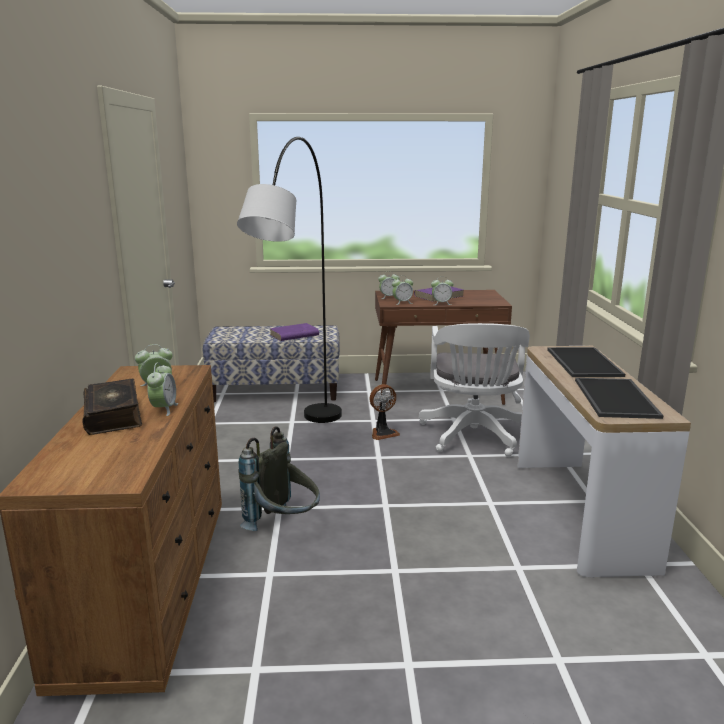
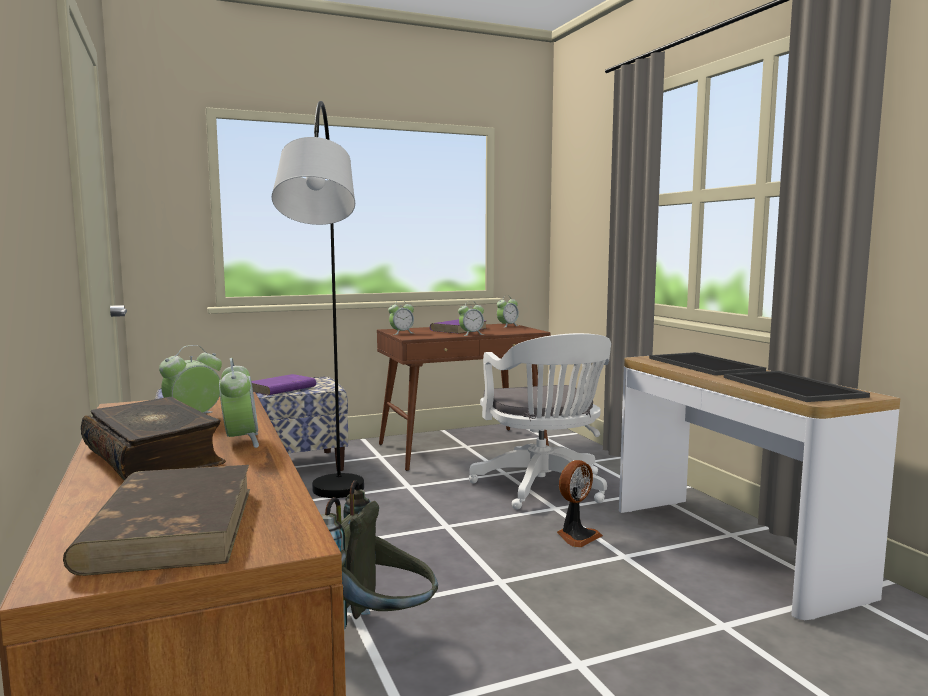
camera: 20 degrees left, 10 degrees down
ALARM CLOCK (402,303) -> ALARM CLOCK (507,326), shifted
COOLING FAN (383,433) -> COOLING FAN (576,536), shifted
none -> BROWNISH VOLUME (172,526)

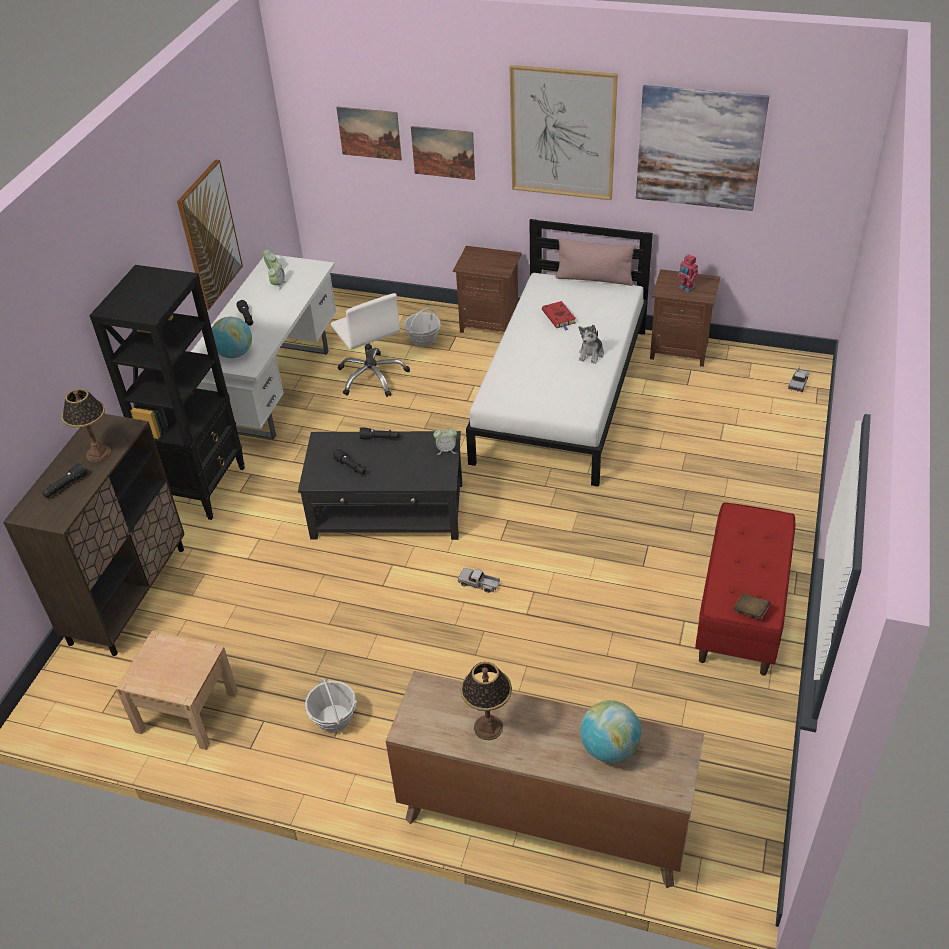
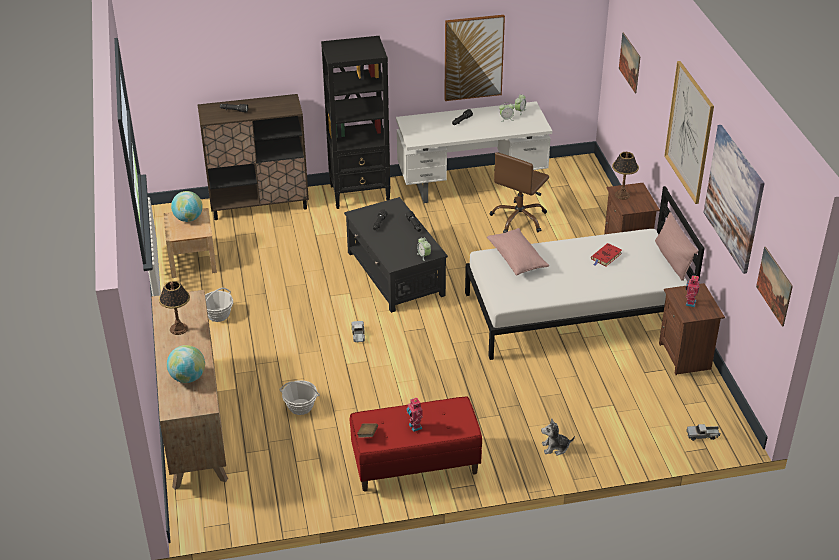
camera: 60 degrees right, 5 degrees down
PICTURE (443,152) -> PICTURE (774,286), shifted
WHITE DESK CHAIR (372,376) -> BROWNISH DESK CHAIR (519,219)
STORAGE BASKET (423,339) -> STORAGE BASKET (300,407), shifted
DESK GLOBE (234,354) -> DESK GLOBE (188,219), shifted
SOFT TOY (591,354) -> SOFT TOY (555,447), shifted
TABLETOP LAMP (98,454) -> TABLETOP LAMP (622,195), shifted
none -> PINKISH CUSHION (517,259)
none -> MODEL ROBOT (414,427)

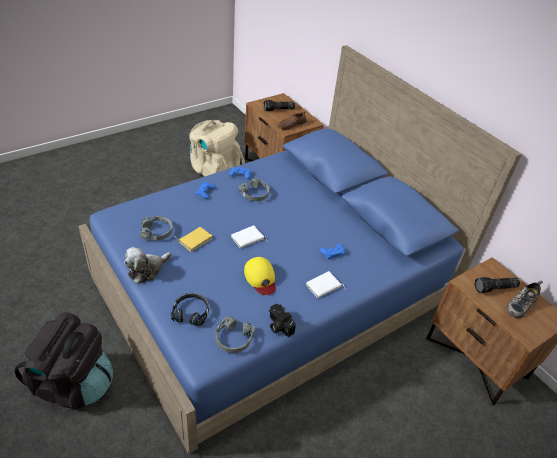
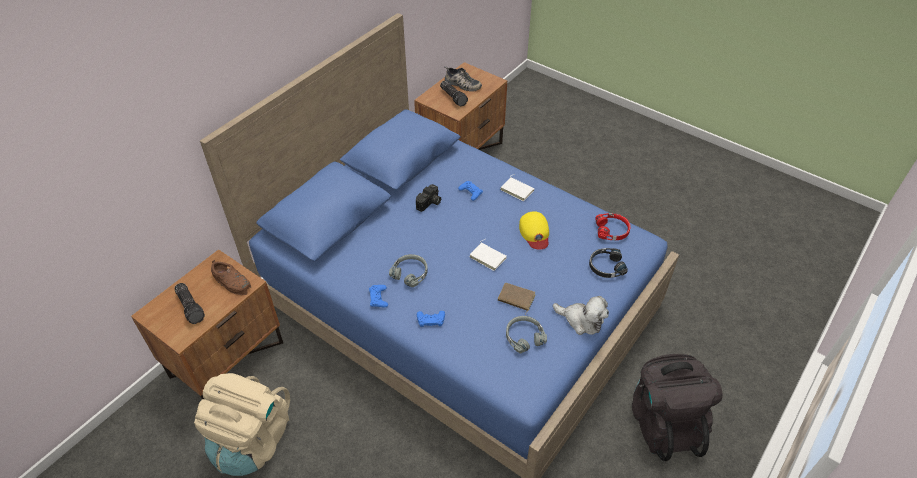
camera: 105 degrees left, 5 degrees up
YELLOW-COLOURED VOLUME (195,239) -> BROWNISH VOLUME (515,299)
YELLOW-COLOURED CAP (260,278) -> YELLOW-COLOURED CAP (534,232), 120 degrees clockwise
PHOTO CAMERA (278,325) -> PHOTO CAMERA (429,203), shifted
GRAY HEADSET (233,339) -> RED-COLOURED HEADSET (612,230)

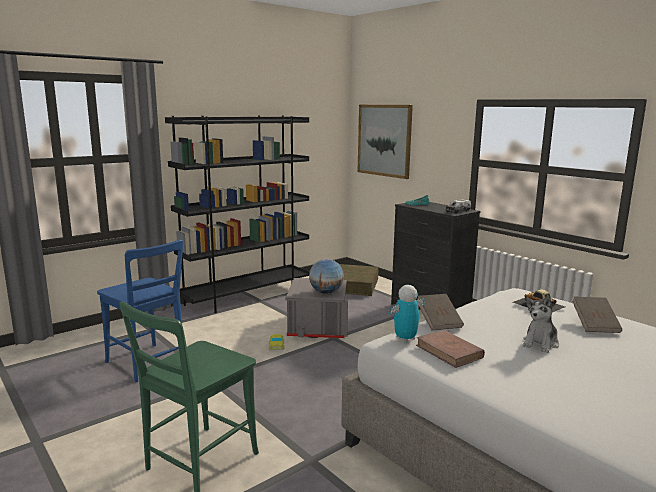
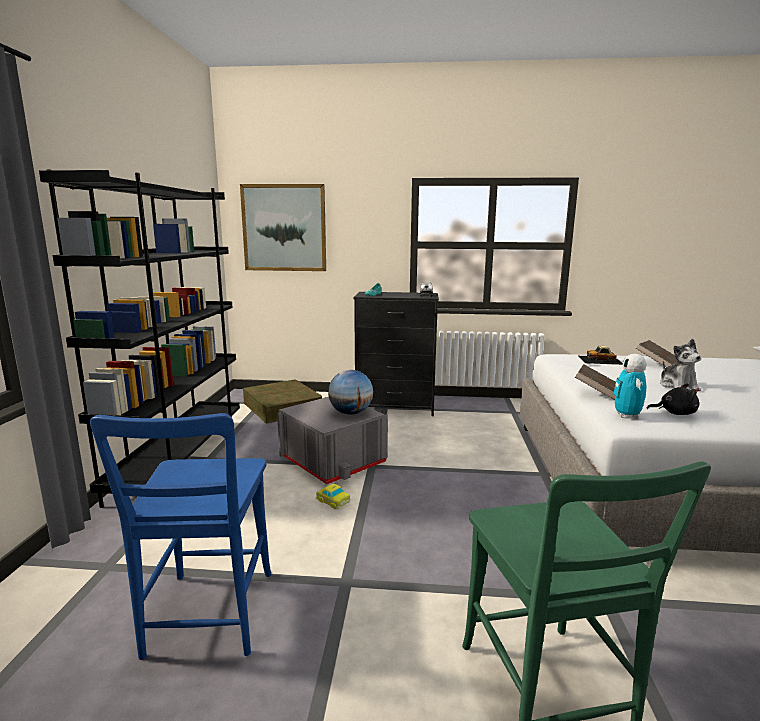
camera: 45 degrees left, 0 degrees up
BLUE-COLOURED CHAIR (147,364) -> BLUE-COLOURED CHAIR (208,618), 90 degrees clockwise
BROWNISH VOLUME (449,351) -> BLACK-COLOURED SOFT TOY (674,413)

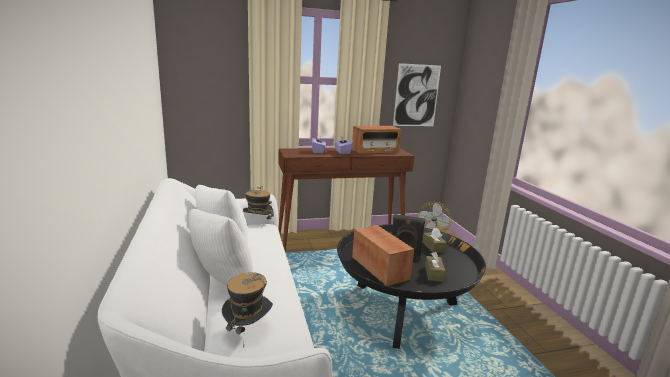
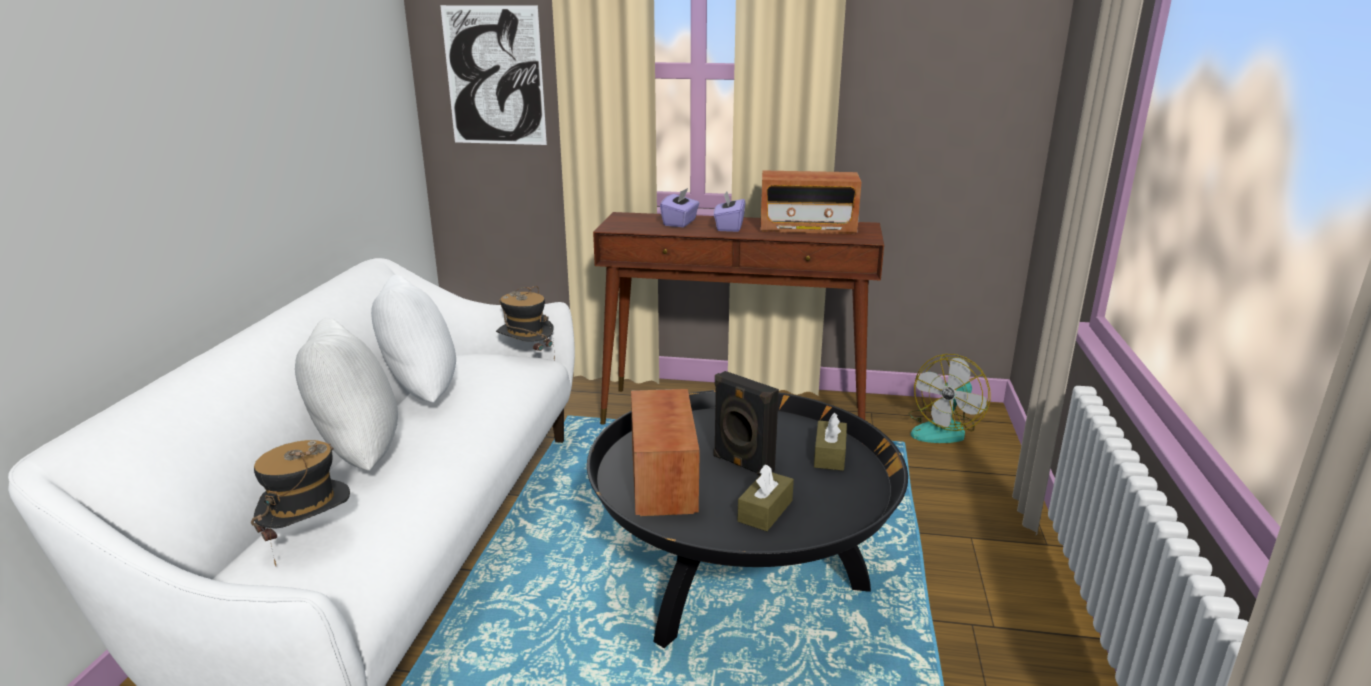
camera: 25 degrees right, 5 degrees up
PICTURE (416,95) -> PICTURE (494,76), shifted

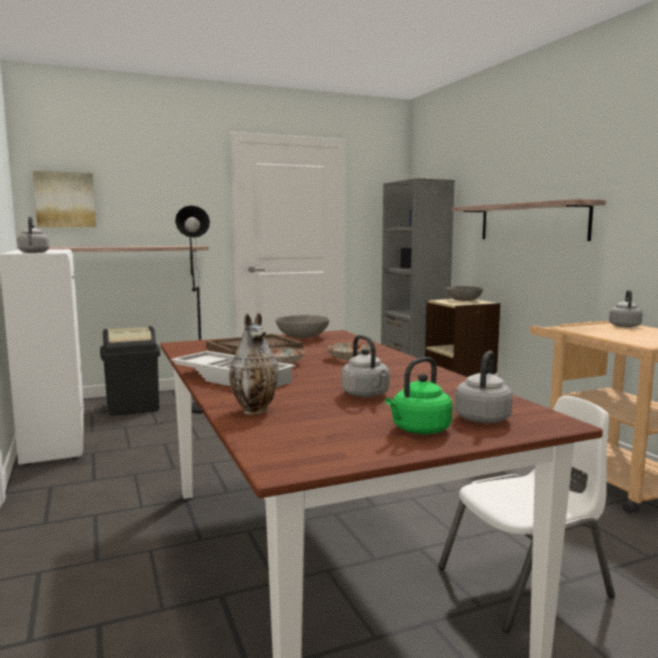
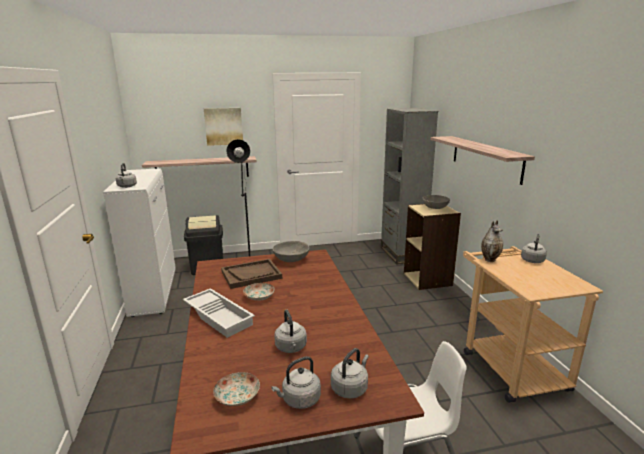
camera: 10 degrees right, 10 degrees up
PICTURE (65,199) -> PICTURE (223,126), shifted
DECORATIVE VASE (256,410) -> DECORATIVE VASE (490,259), shifted
DINNER PLATE (348,358) -> DINNER PLATE (237,396), shifted
GREEN-COLOURED WATER KETTLE (418,430) -> GRAY WATER KETTLE (299,400)

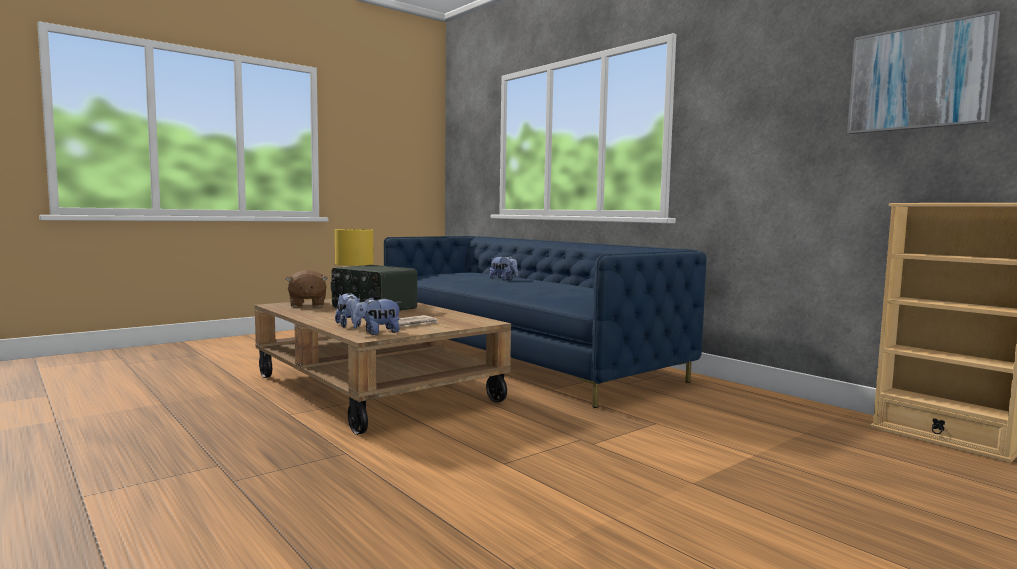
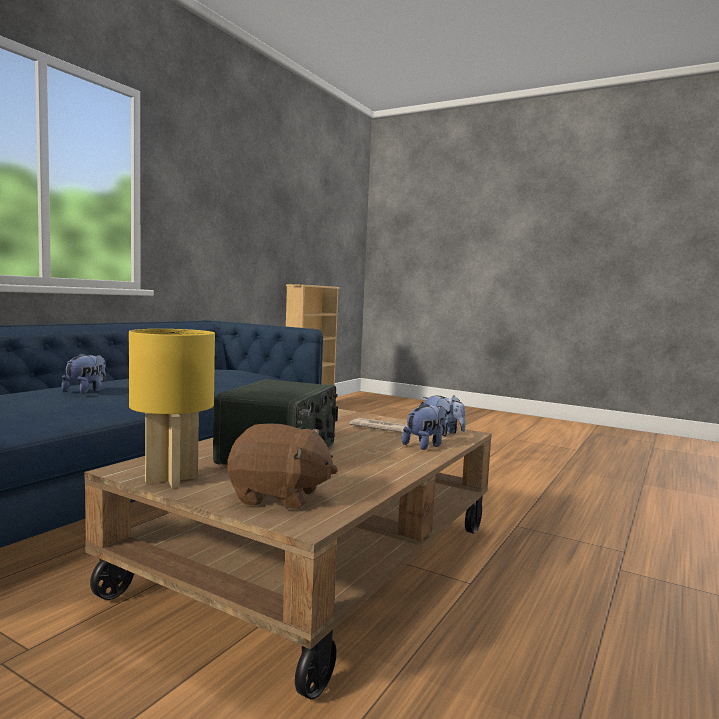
camera: 110 degrees left, 0 degrees up
PICTURE (918,78) -> none
BROWNISH SOFT TOY (307,304) -> BROWNISH SOFT TOY (279,497), 45 degrees clockwise

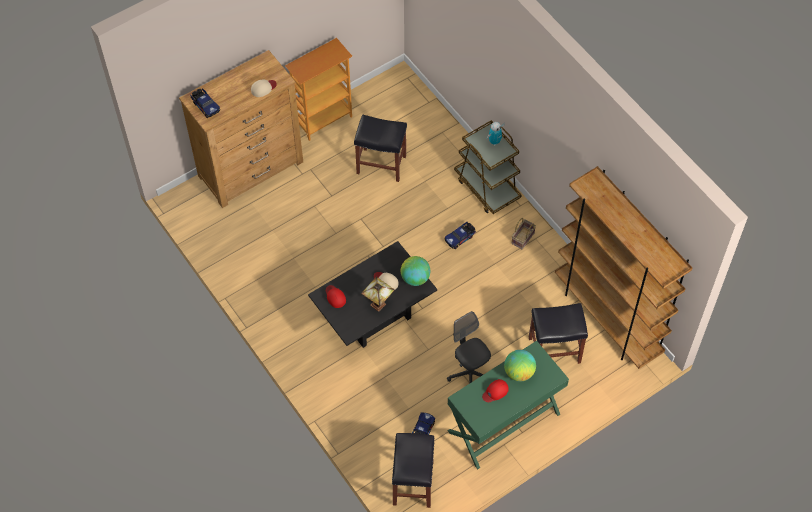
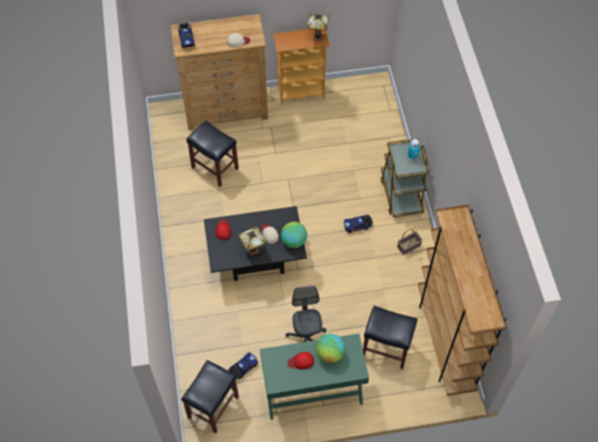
camera: 25 degrees right, 0 degrees up
BLACK-COLOURED STOOL SEAT (380,165) -> BLACK-COLOURED STOOL SEAT (214,168), shifted
none -> TABLETOP LAMP (317,37)

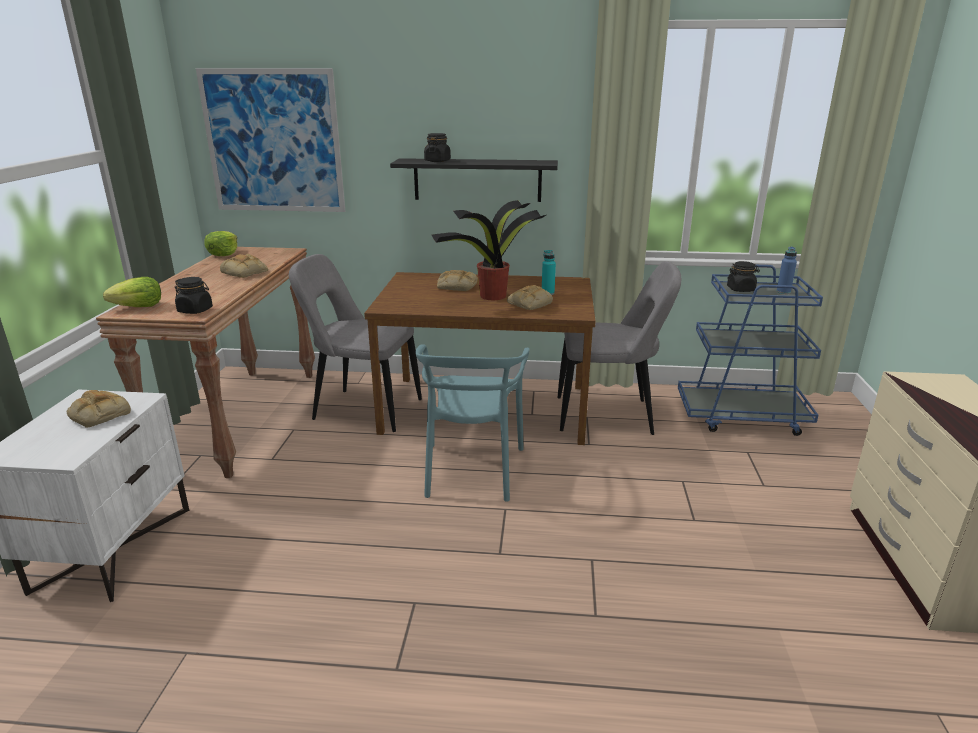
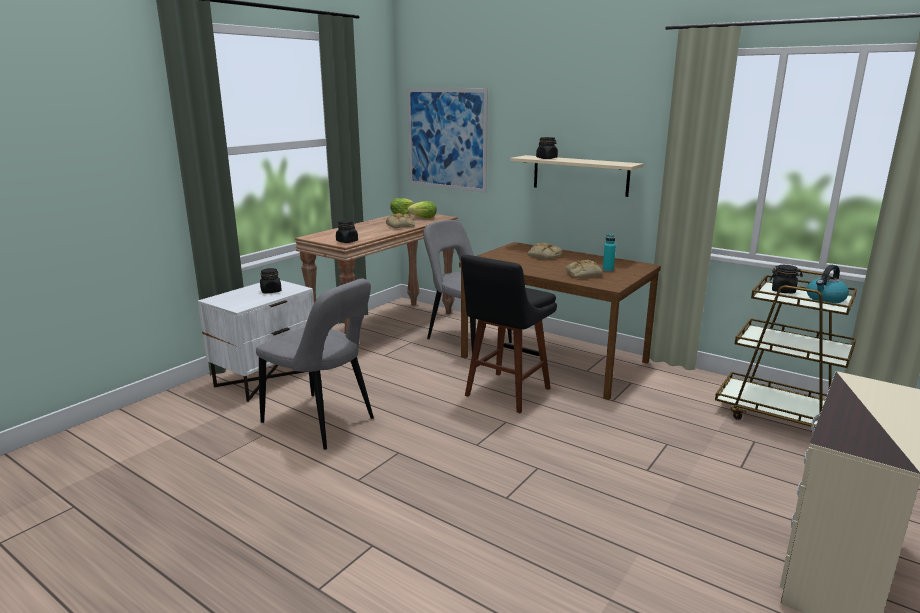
camera: 30 degrees right, 5 degrees down
BLACK-COLOURED SHELF (477,180) -> SAND-COLOURED SHELF (580,175)
HOUSEPLANT (491,296) -> none
BLUE-COLOURED BEVERAGE BOTTLE (783,292) -> WATER KETTLE (825,299)
GRAY CHAIR (609,416) -> GRAY CHAIR (322,422), shifted
BLUE-COLOURED WHEELED CART (742,416) -> BROWNISH WHEELED CART (781,416)
HEAD OF LETTUCE (139,307) -> HEAD OF LETTUCE (423,218), shifted
TURQUOISE CHAIR (471,470) -> BLACK-COLOURED STOOL SEAT (505,394)
BAKERY BREAD (98,414) -> BLACK-COLOURED PRESERVE JAR (271,291)

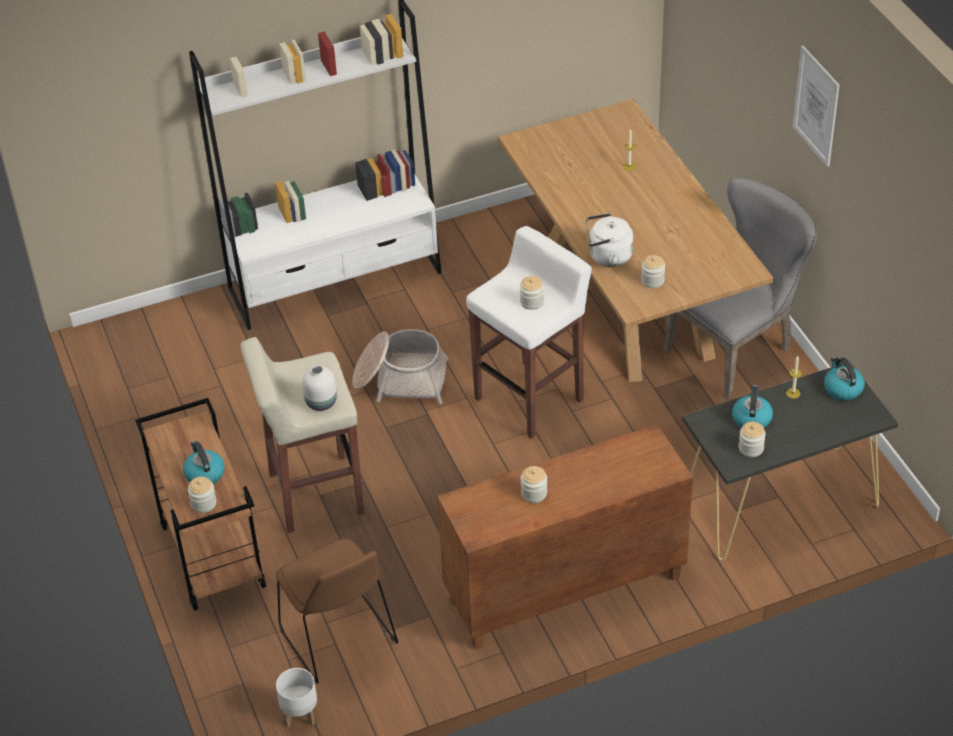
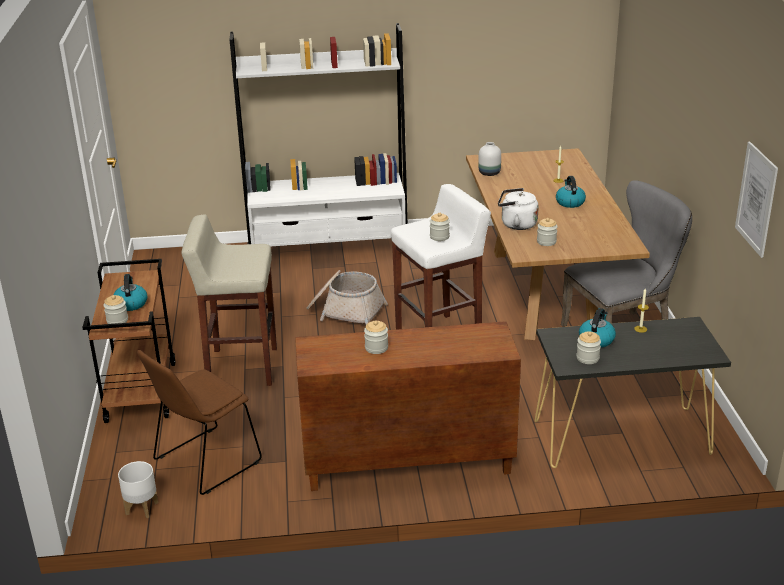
camera: 15 degrees right, 15 degrees down
PICTURE (816,106) -> PICTURE (756,199), shifted
WATER KETTLE (842,389) -> WATER KETTLE (569,202), shifted
WHITE DECORATIVE VASE (321,403) -> WHITE DECORATIVE VASE (489,173), shifted
BROWNISH CHAIR (339,639) -> BROWNISH CHAIR (204,462), 60 degrees clockwise

